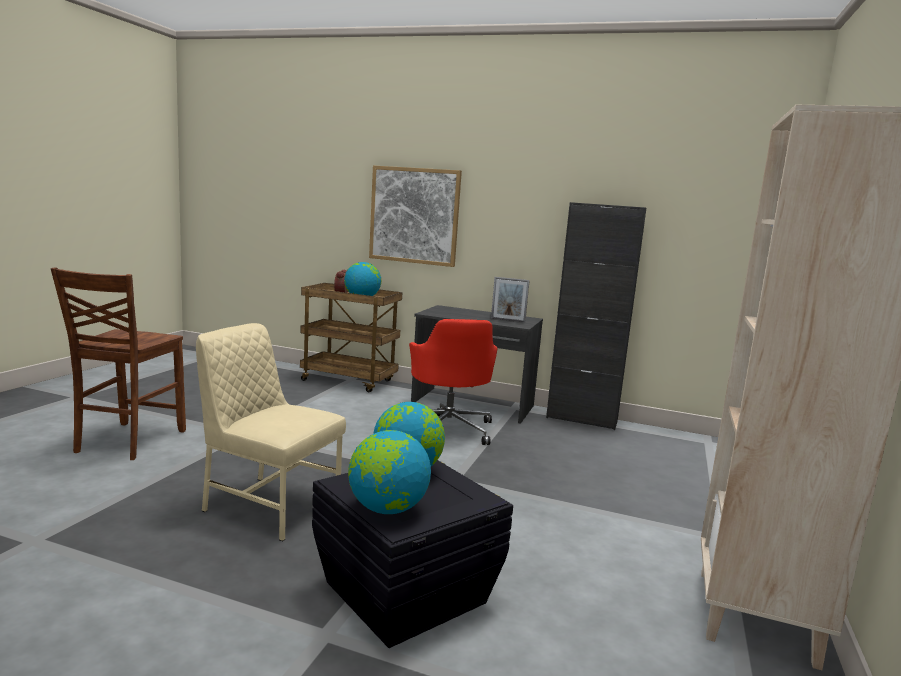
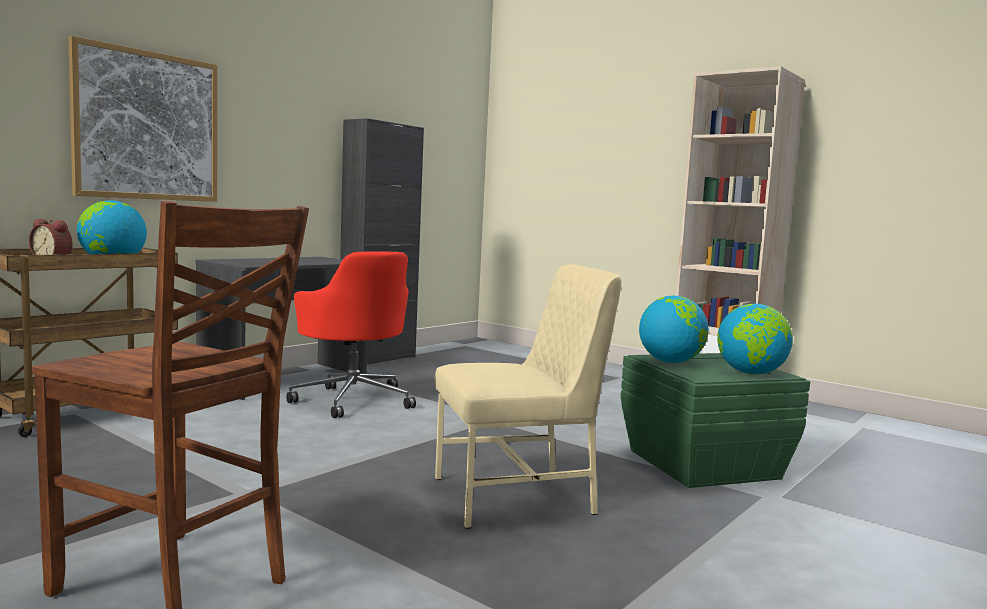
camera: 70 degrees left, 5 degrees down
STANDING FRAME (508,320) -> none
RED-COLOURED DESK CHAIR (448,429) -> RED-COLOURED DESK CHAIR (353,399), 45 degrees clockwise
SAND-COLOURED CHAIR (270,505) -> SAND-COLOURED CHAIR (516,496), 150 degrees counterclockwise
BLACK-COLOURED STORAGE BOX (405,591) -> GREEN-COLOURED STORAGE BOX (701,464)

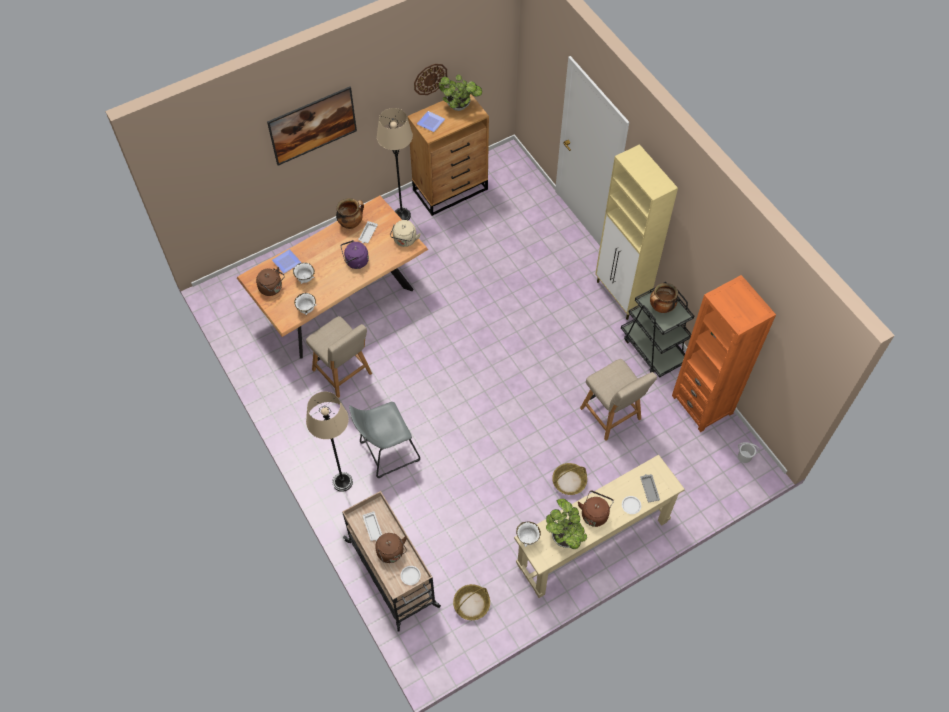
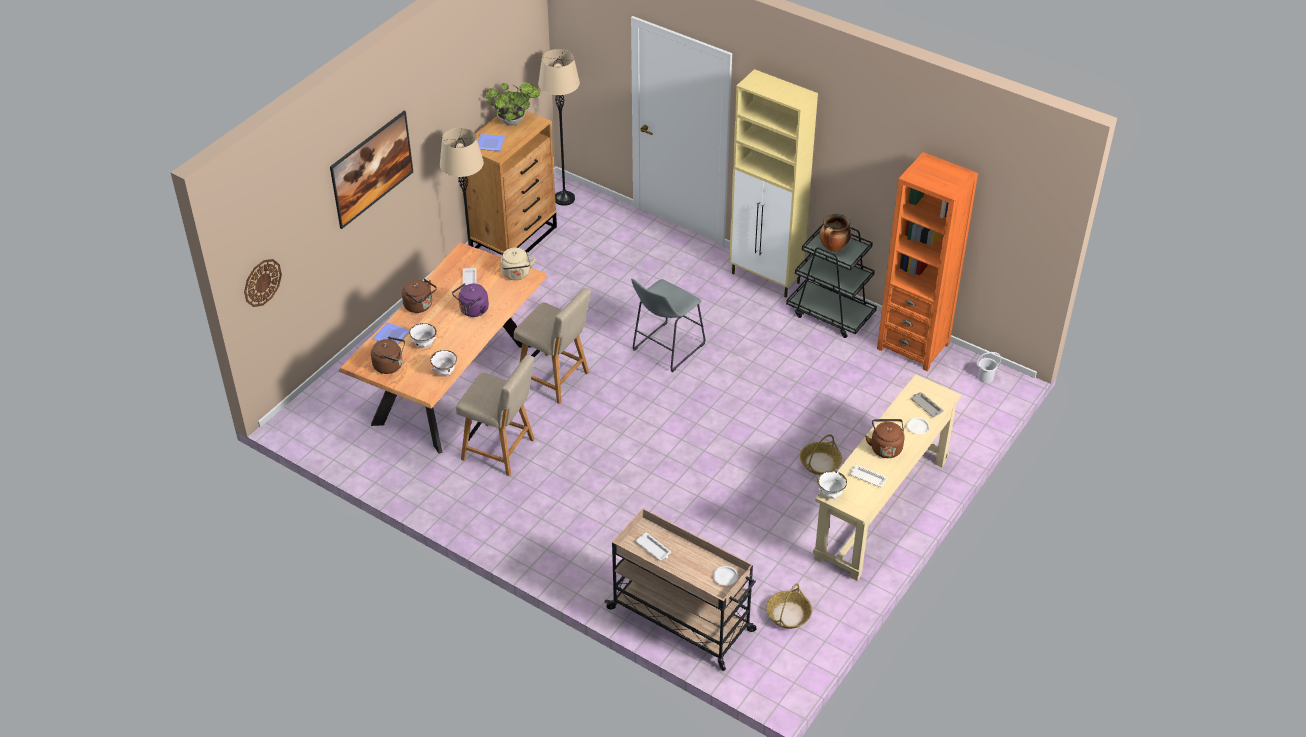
camera: 25 degrees left, 15 degrees down
HANGING CLOCK (430,79) -> HANGING CLOCK (262,282), shifted
SAUCEPOT (351,223) -> none
SAND-COLOURED CHAIR (612,416) -> SAND-COLOURED CHAIR (556,379), shifted
SAND-COLOURED STANDARD LAMP (342,482) -> SAND-COLOURED STANDARD LAMP (564,198), shifted
GRAY STOOL SEAT (386,452) -> GRAY STOOL SEAT (665,349), shifted
HOUSEPLANT (564,535) -> WHITE CARRYING TRAY (867,477)
BROWNISH WATER KETTLE (391,553) -> BROWNISH WATER KETTLE (420,306), shifted

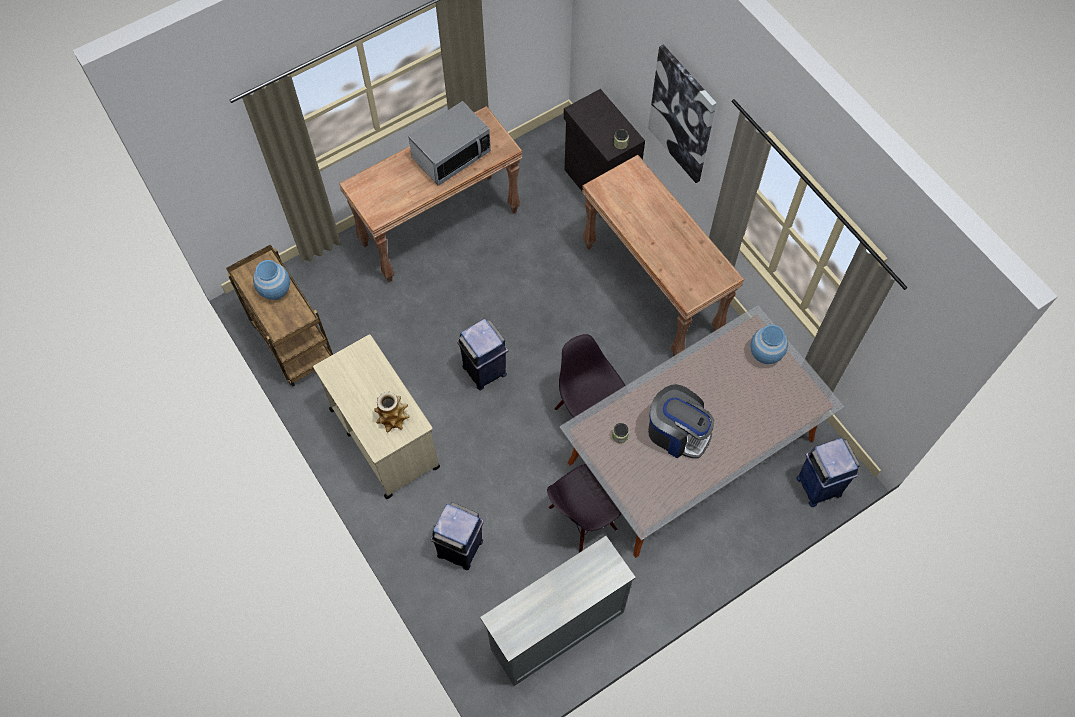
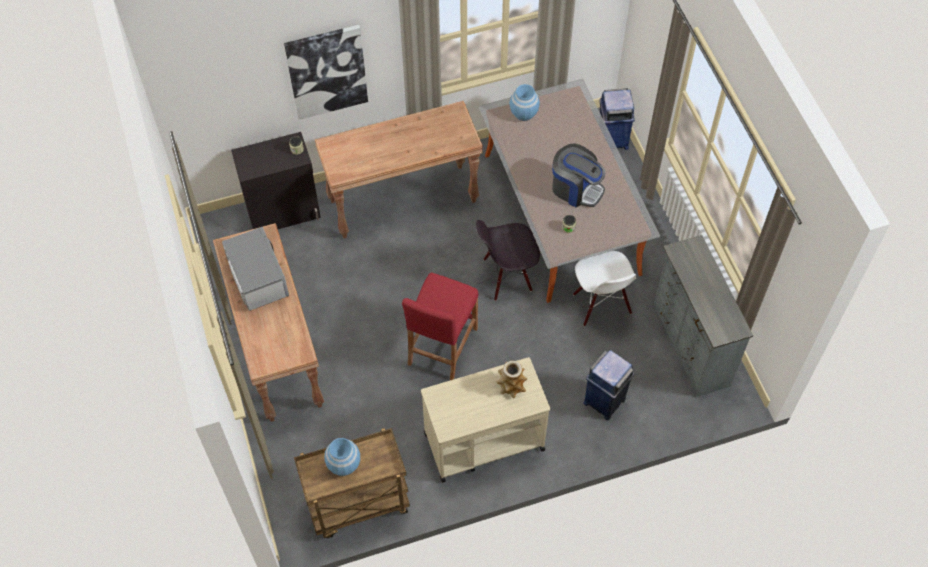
camera: 75 degrees left, 5 degrees down
BLUE-COLOURED RUBBISH BIN (484,371) -> RED-COLOURED STOOL SEAT (442,346)
COFFEE BREWER (677,432) -> COFFEE BREWER (576,188), 75 degrees clockwise
BLACK-COLOURED CHAIR (582,520) -> WHITE CHAIR (601,304)

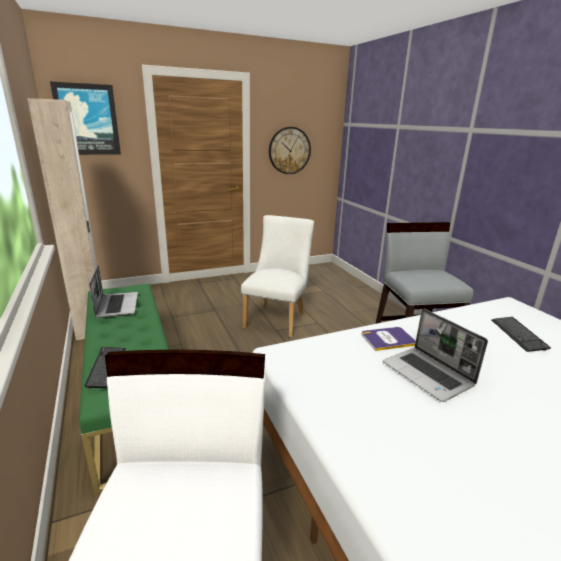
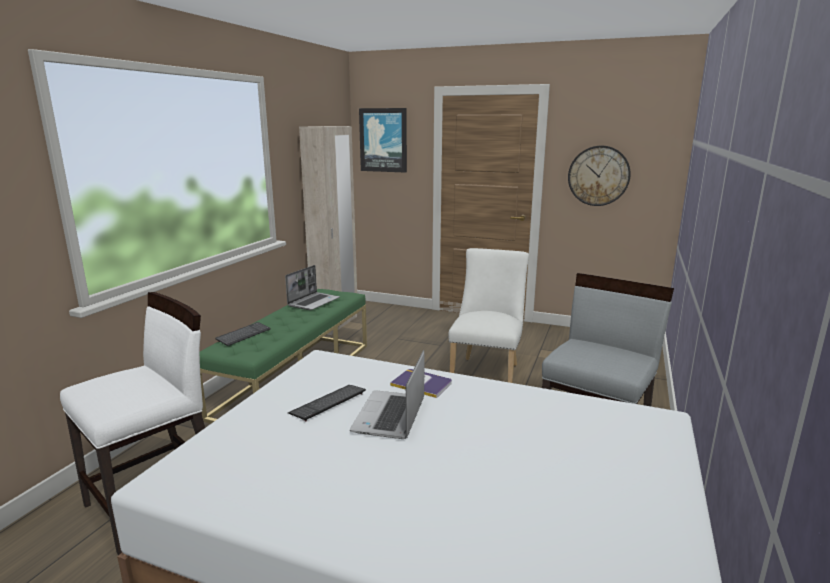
camera: 45 degrees right, 5 degrees down
WHITE CHAIR (277,318) -> WHITE CHAIR (487,372), 45 degrees counterclockwise
PC KEYBOARD (518,334) -> PC KEYBOARD (328,403), shifted

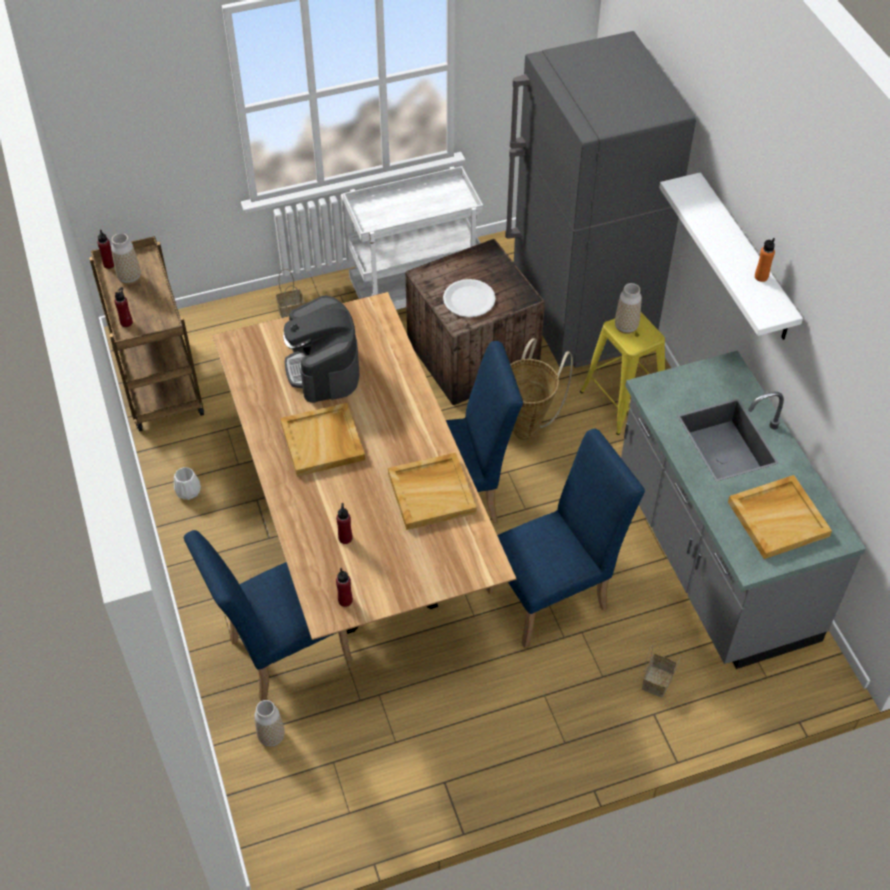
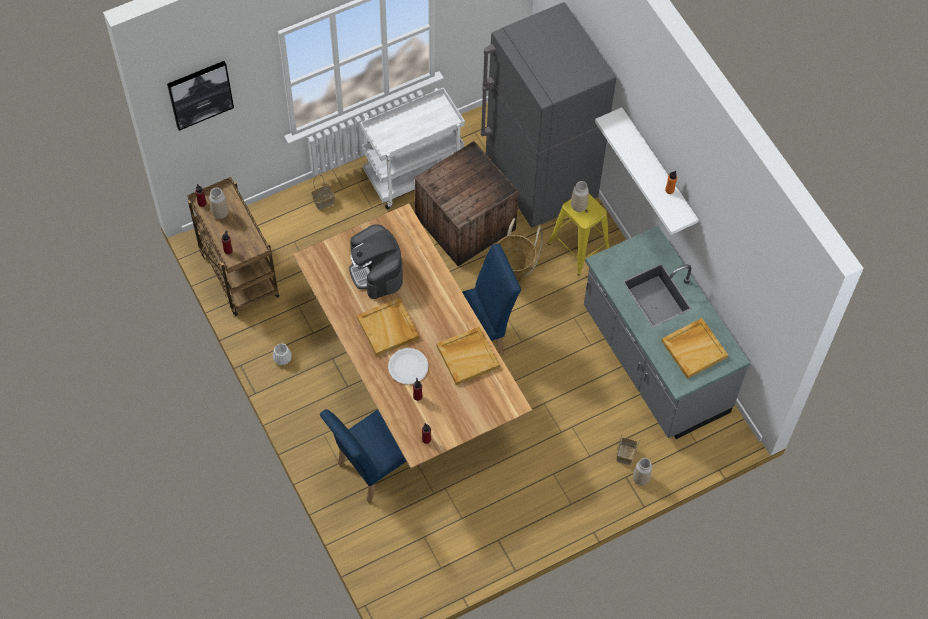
camera: 10 degrees left, 10 degrees up
WHITE DINNER PLATE (469,299) -> WHITE DINNER PLATE (408,367), shifted
BLUE-COLOURED CHAIR (555,596) -> none
DECORATIVE VASE (271,737) -> DECORATIVE VASE (641,479), shifted
none -> PICTURE (200,94)

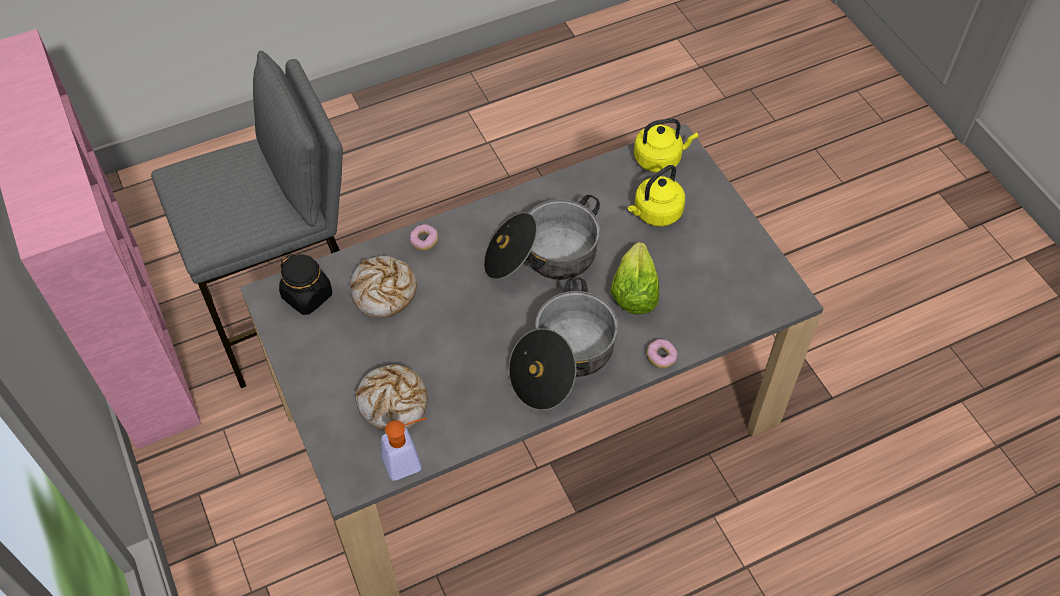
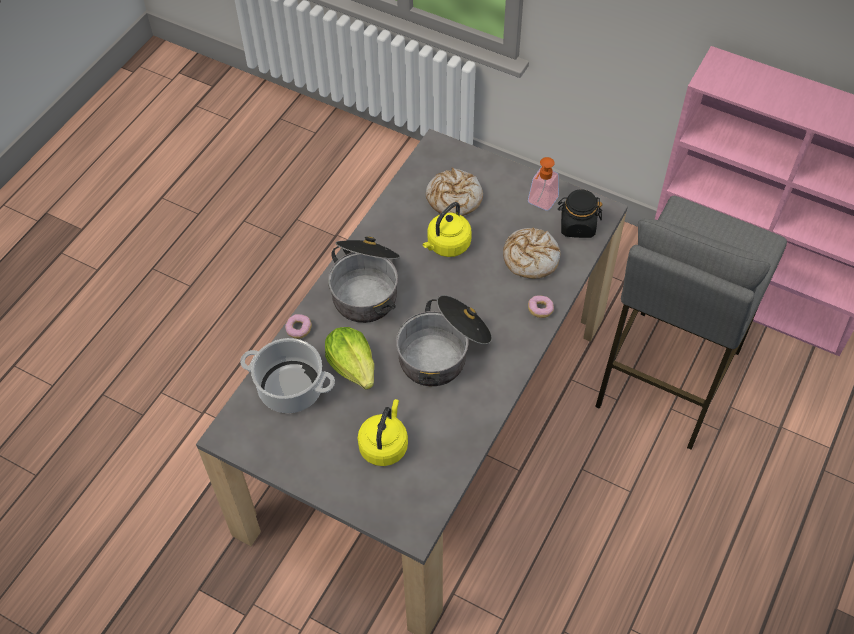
camera: 145 degrees right, 0 degrees up
YELLOW-COLOURED WATER KETTLE (660,159) -> YELLOW-COLOURED WATER KETTLE (447,245), shifted
SOAP DISPENSER (409,461) -> SOAP DISPENSER (540,203), shifted
none -> SAUCEPOT (290,388)

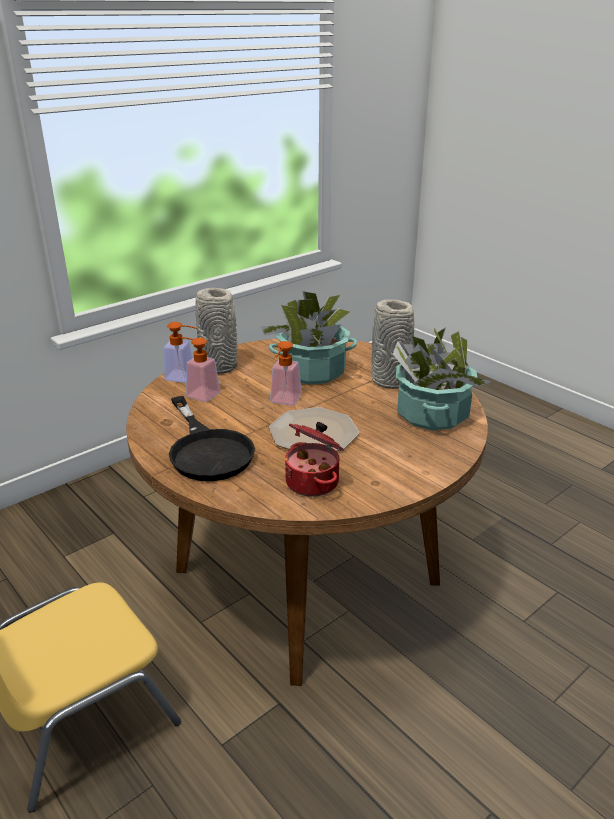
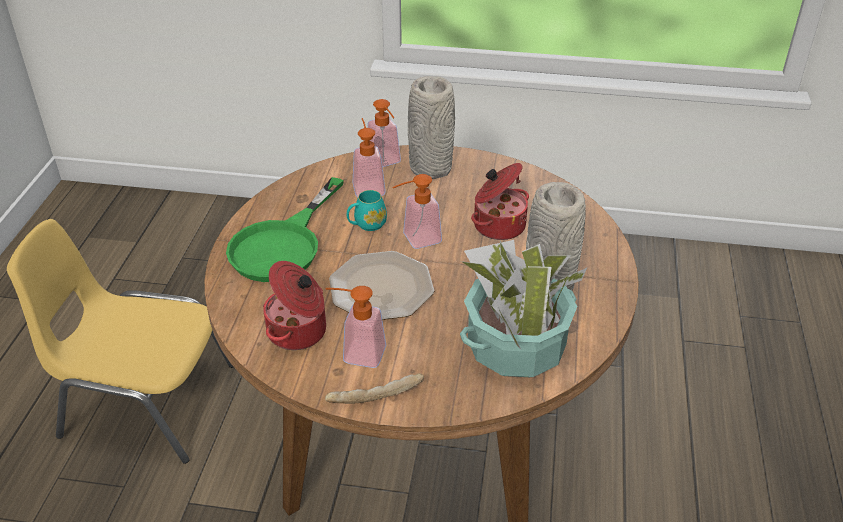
camera: 50 degrees right, 10 degrees up
HOUSEPLANT (313,371) -> SAUCEPOT (498,225)
BLACK-COLOURED FRYING PAN (207,450) -> GREEN-COLOURED FRYING PAN (283,244)
none -> TURQUOISE COFFEE MUG (366,225)
none -> SOAP DISPENSER (356,353)
none -> BAKERY BREAD (375,395)

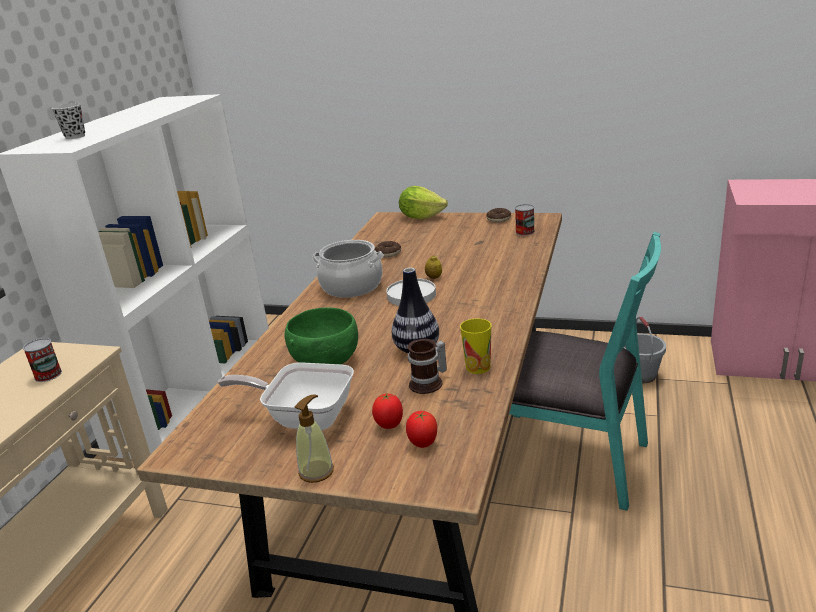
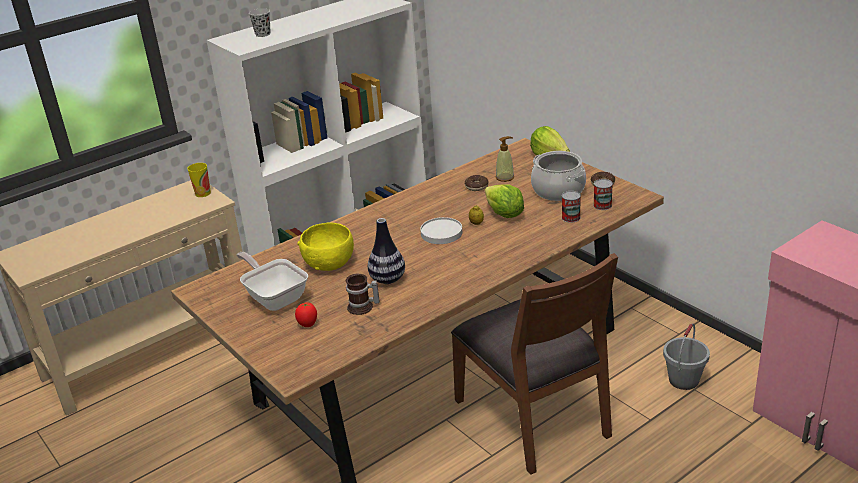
camera: 35 degrees right, 5 degrees up
TURQUOISE CHAIR (566,459) -> BROWNISH CHAIR (534,417)
SAUCEPOT (351,287) -> SAUCEPOT (558,191), shifted
GREEN-COLOURED DEEP DISH (325,361) -> YELLOW-COLOURED DEEP DISH (329,263)
SMALL CUP (478,367) -> SMALL CUP (203,193), shifted
METAL CAN (48,375) -> METAL CAN (571,217), shifted
SOAP DISPENSER (316,471) -> SOAP DISPENSER (505,177), shifted
TOMATO (423,444) -> none
none -> HEAD OF LETTUCE (504,214)

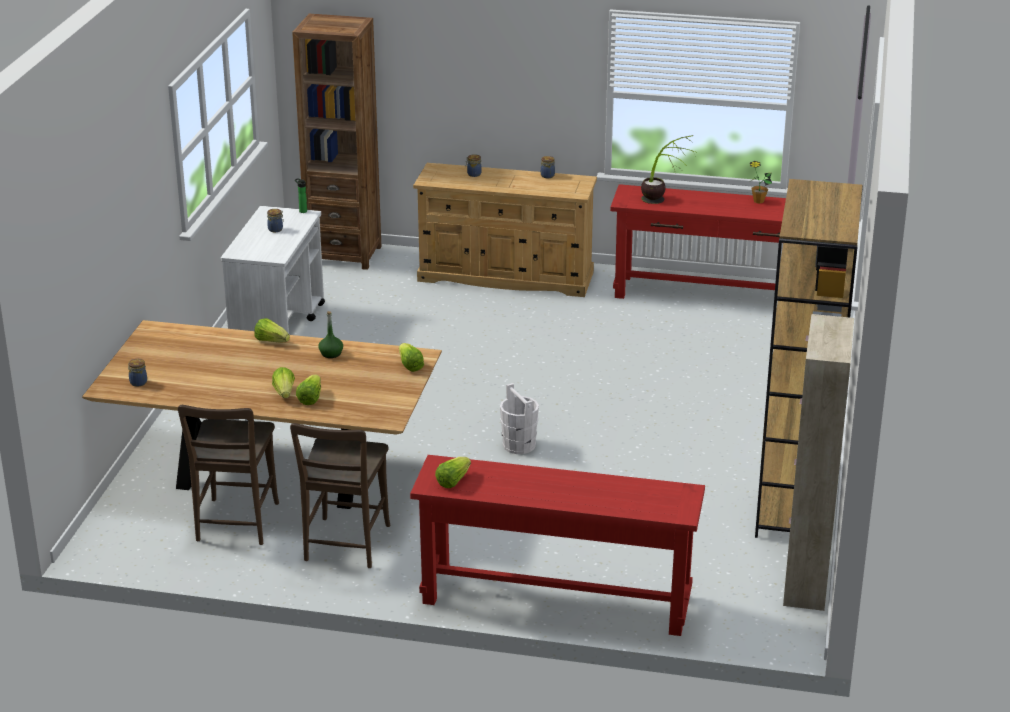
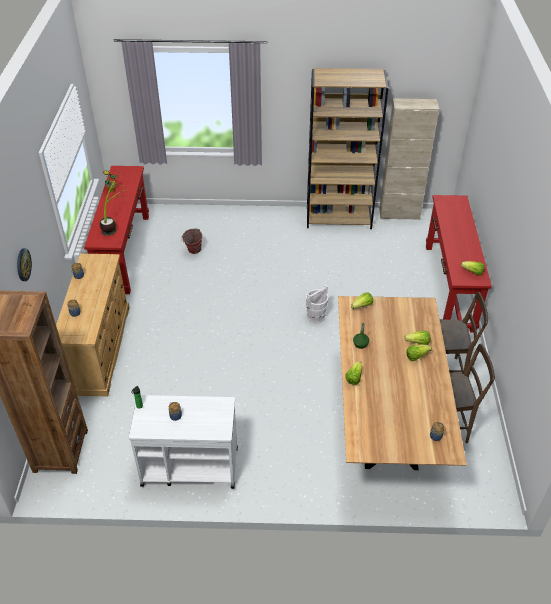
camera: 100 degrees left, 15 degrees up
none -> PAIL (193,251)
none -> HANGING CLOCK (23,264)

